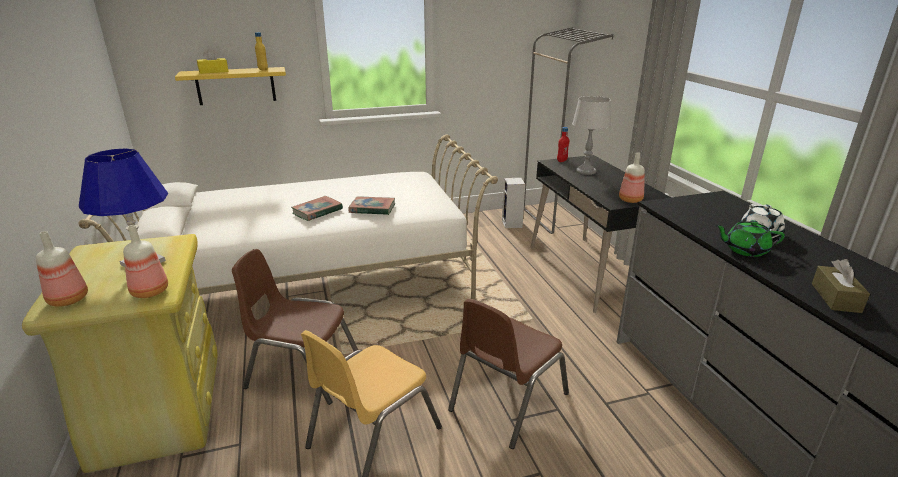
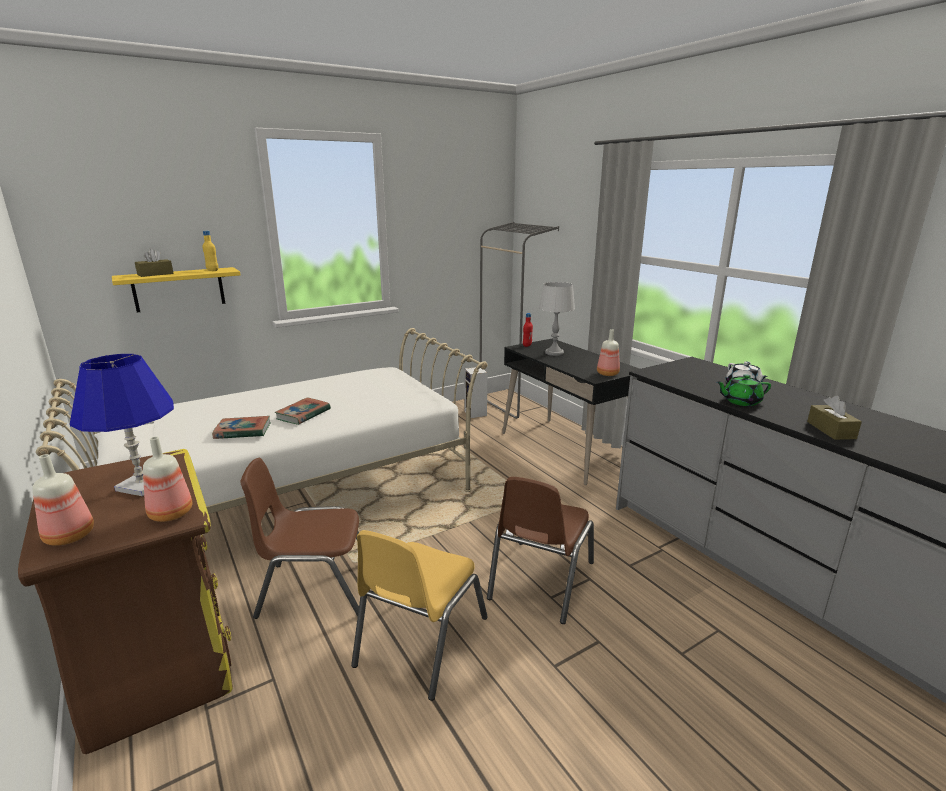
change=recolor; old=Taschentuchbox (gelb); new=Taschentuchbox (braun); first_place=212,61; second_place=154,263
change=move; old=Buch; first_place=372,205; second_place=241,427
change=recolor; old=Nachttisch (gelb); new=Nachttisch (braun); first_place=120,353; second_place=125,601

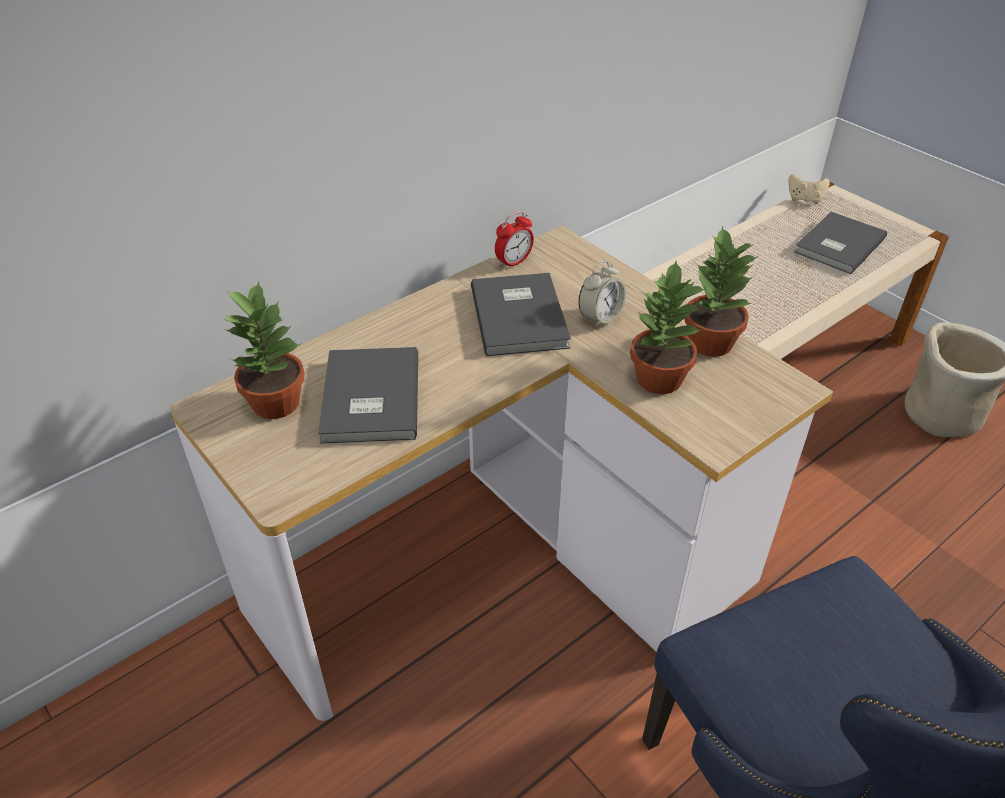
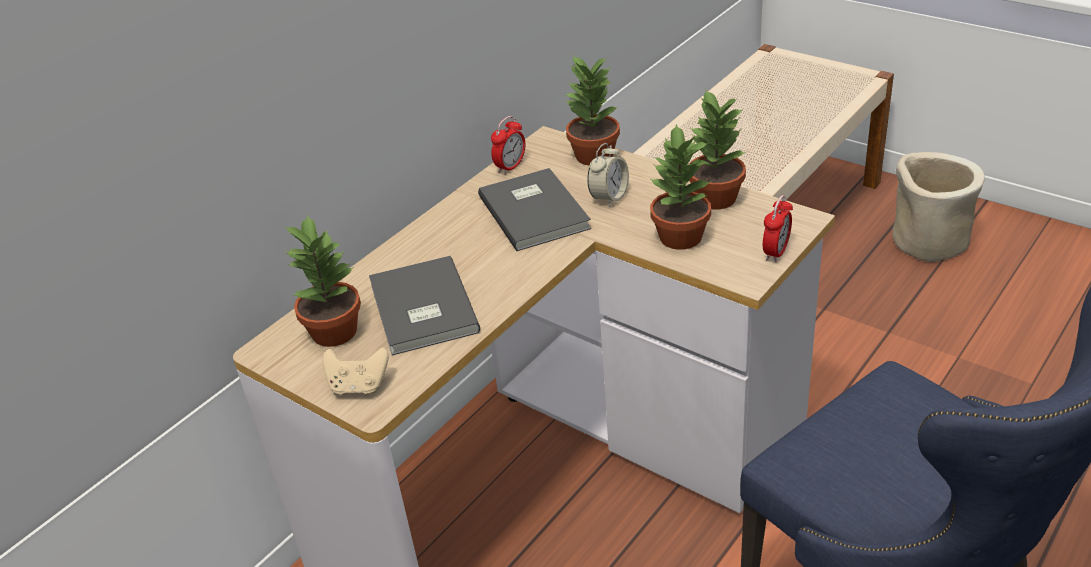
change=move; old=Gamepad (beige); first_place=809,189; second_place=356,371
change=delete; old=Buch (grau); first_place=840,243
change=insert; new=Topfpflanze; second_place=592,110
change=insert; new=Wecker; second_place=778,228

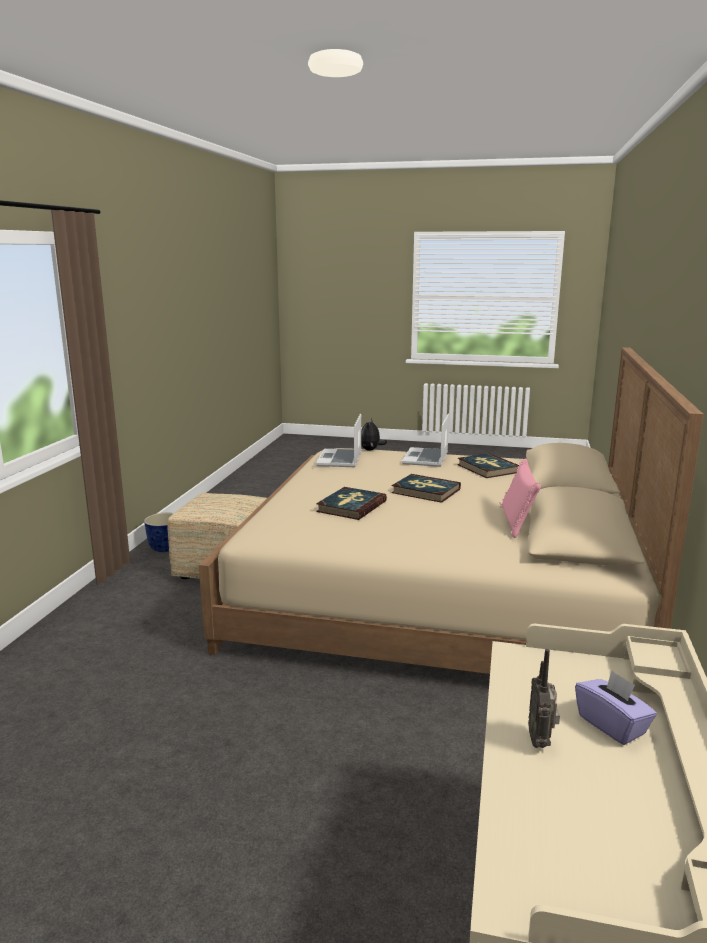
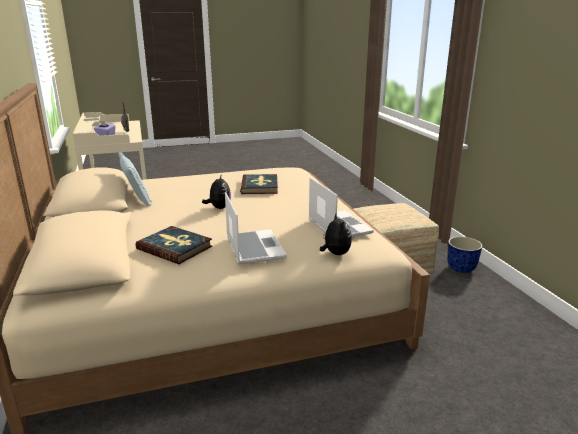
change=recolor; old=Kissen (rosa); new=Kissen (blau); first_place=520,498; second_place=135,179
change=replace; old=Buch; new=Plüschtier; first_place=426,488; second_place=216,192

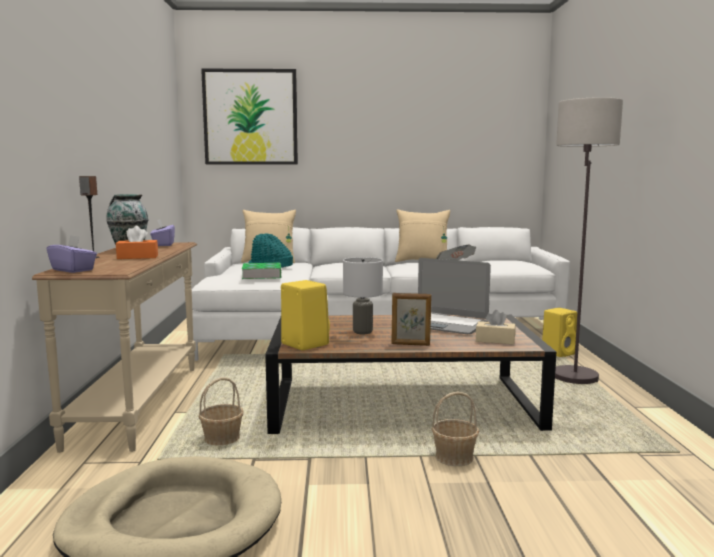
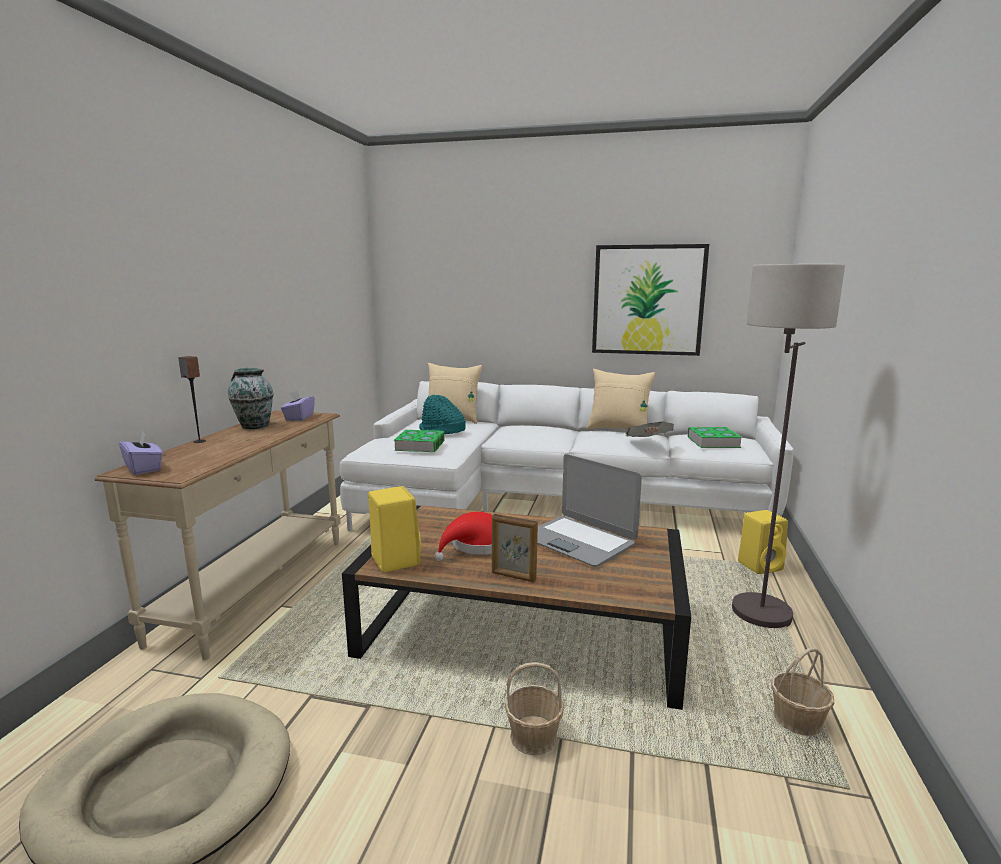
change=move; old=Bild; first_place=249,116; second_place=650,300
change=delete; old=Taschentuchbox (orange); first_place=137,242
change=replace; old=Tischlampe (weiß); new=Hut (rot); first_place=363,295; second_place=463,536
change=delete; old=Taschentuchbox (beige); first_place=496,327
change=move; old=Korb; first_place=221,411; second_place=802,692
change=insert; new=Buch; second_place=715,437

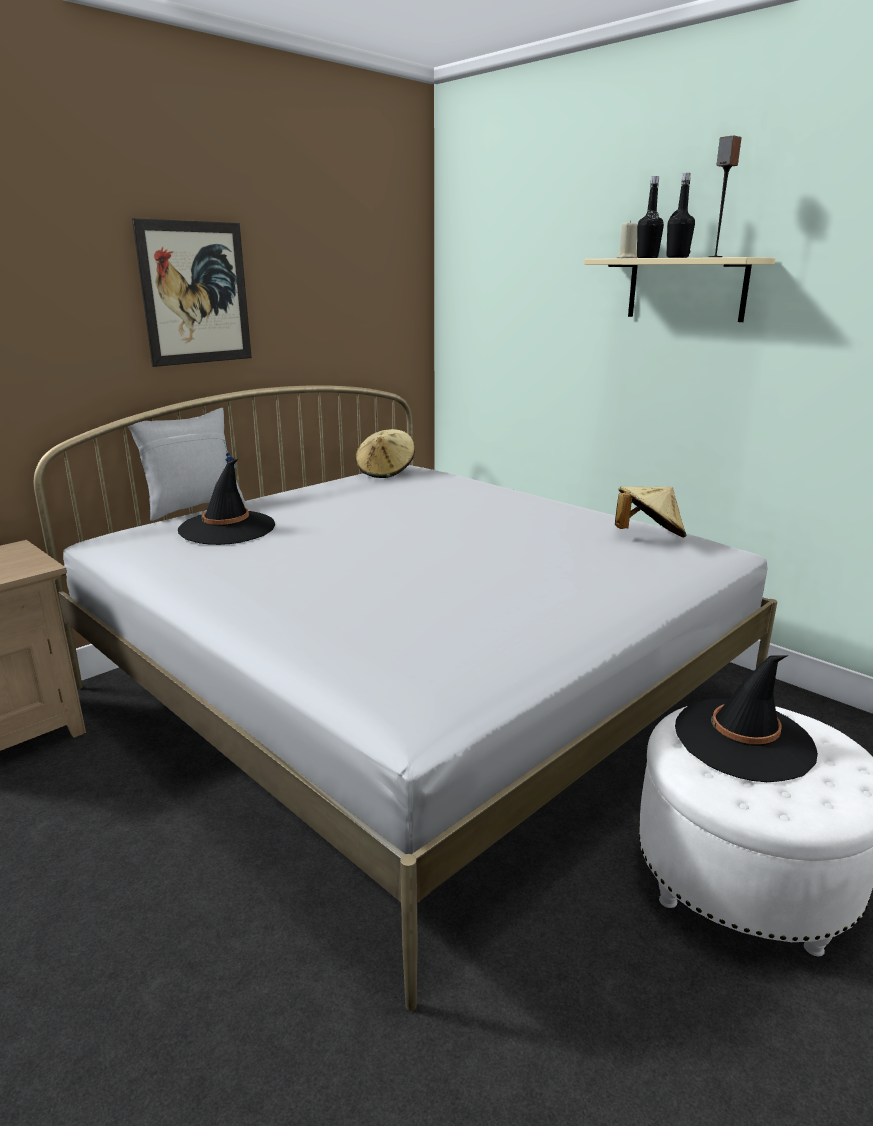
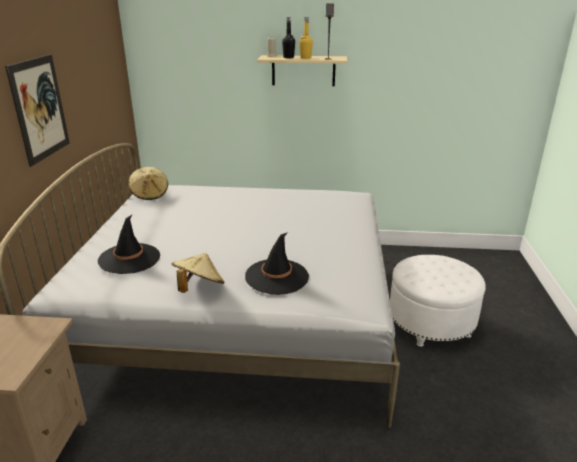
change=recolor; old=Flasche (schwarz); new=Flasche (gelb); first_place=681,215; second_place=306,38
change=delete; old=Kissen (grau); first_place=186,464
change=move; old=Hut (beige); first_place=651,512; second_place=197,273
change=move; old=Hut (schwarz); first_place=746,718; second_place=277,263

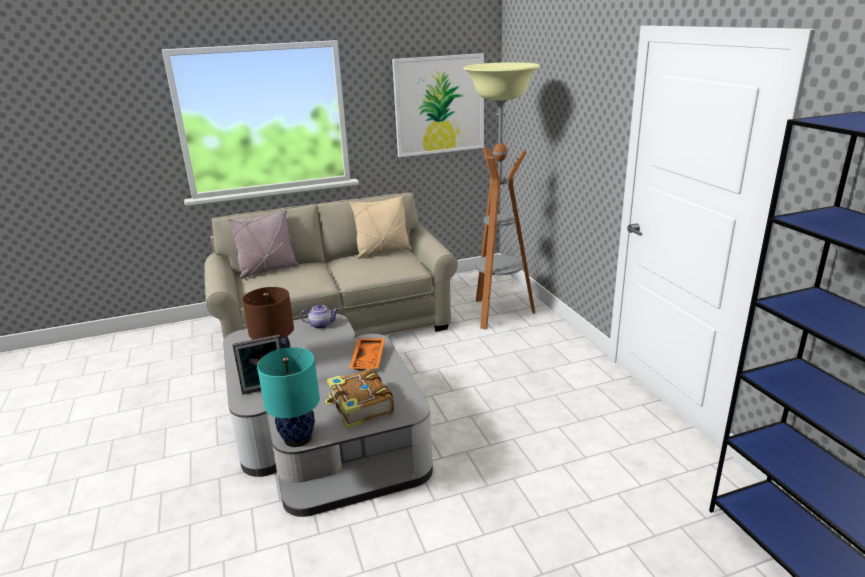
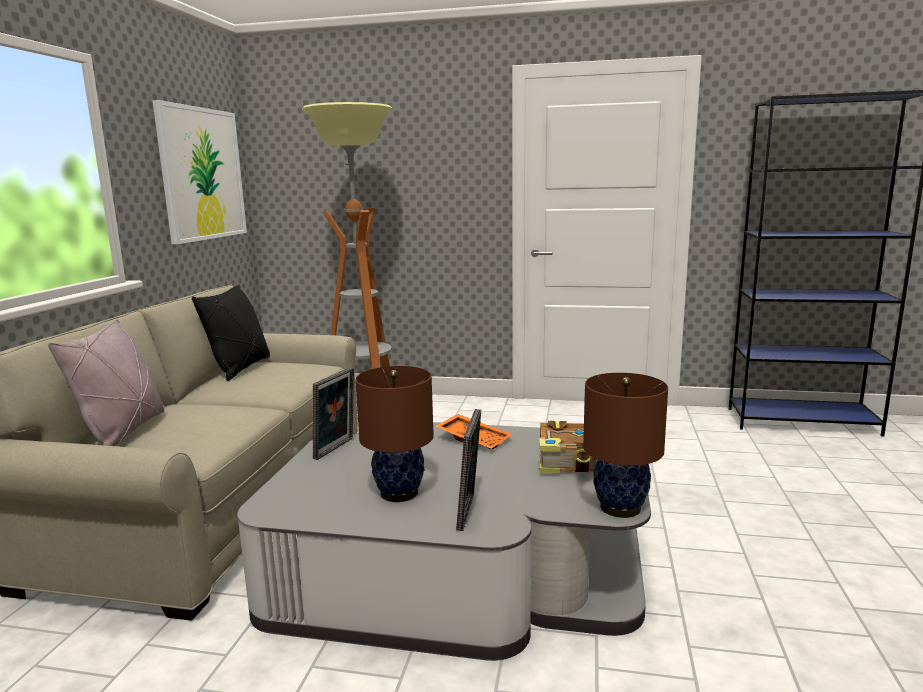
change=recolor; old=Kissen (beige); new=Kissen (schwarz); first_place=381,227; second_place=231,332
change=replace; old=Teekanne; new=Bilderrahmen; first_place=319,316; second_place=333,413
change=recolor; old=Tischlampe (türkis); new=Tischlampe (braun); first_place=288,397; second_place=625,445

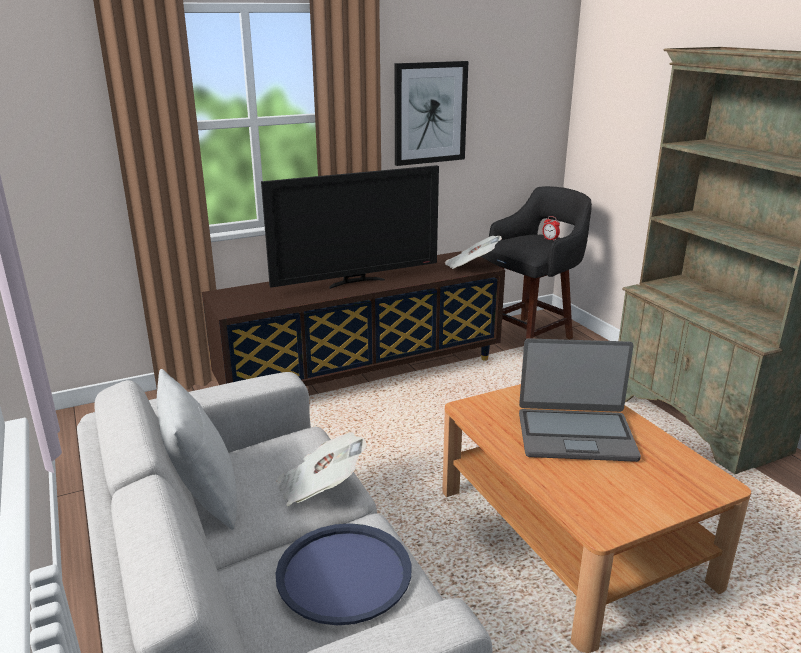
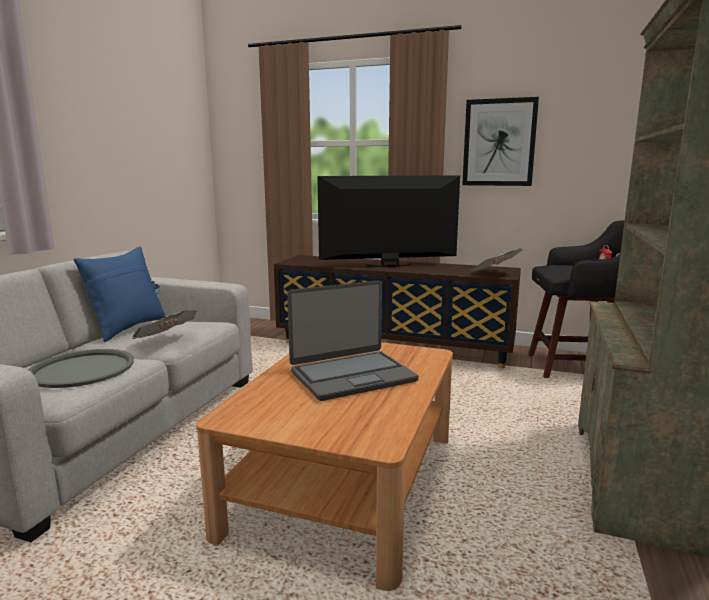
change=rotate; old=Fernseher; first_place=350,227; second_place=388,221; degrees=150
change=rotate; old=Laptop; first_place=580,400; second_place=353,340; degrees=-75
change=recolor; old=Kissen (grau); new=Kissen (blau); first_place=197,449; second_place=119,294
change=recolor; old=Tablett (blau); new=Tablett (grau); first_place=343,574; second_place=81,368

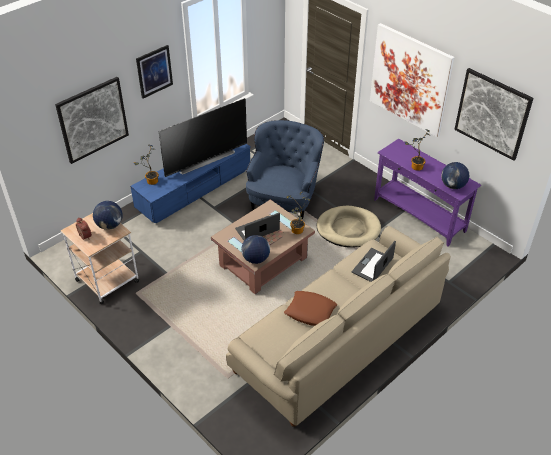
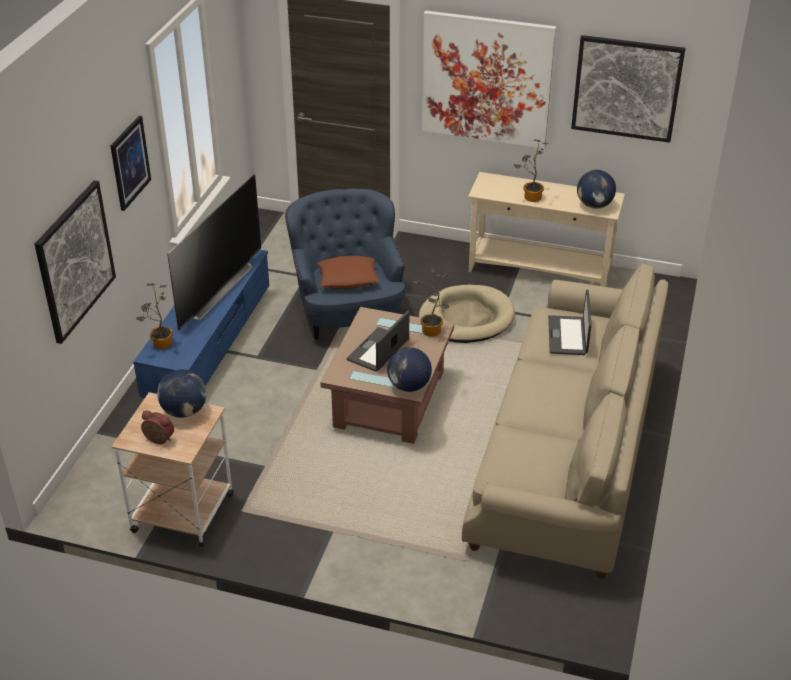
change=recolor; old=Konsolentisch (lila); new=Konsolentisch (beige); first_place=427,192; second_place=546,229
change=move; old=Kissen (braun); first_place=310,308; second_place=348,272

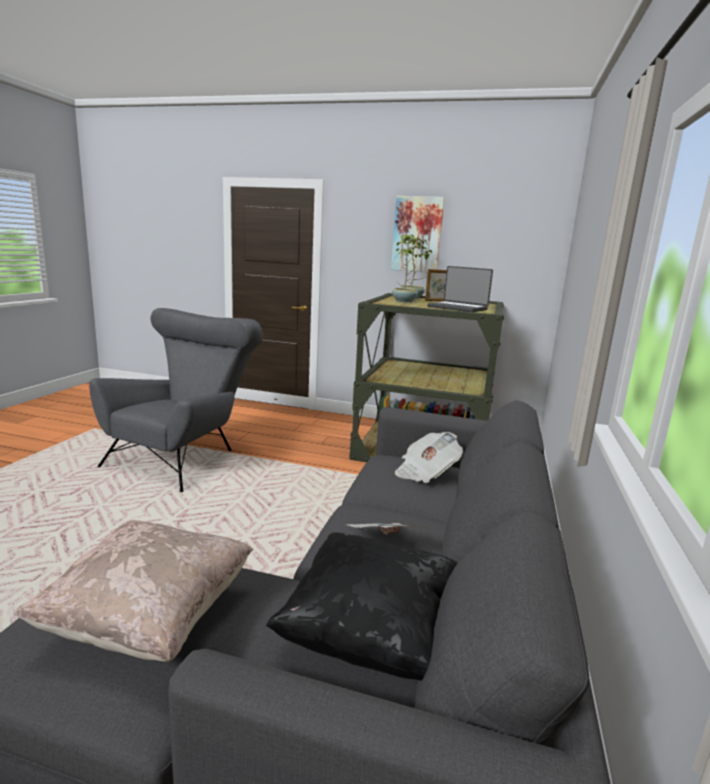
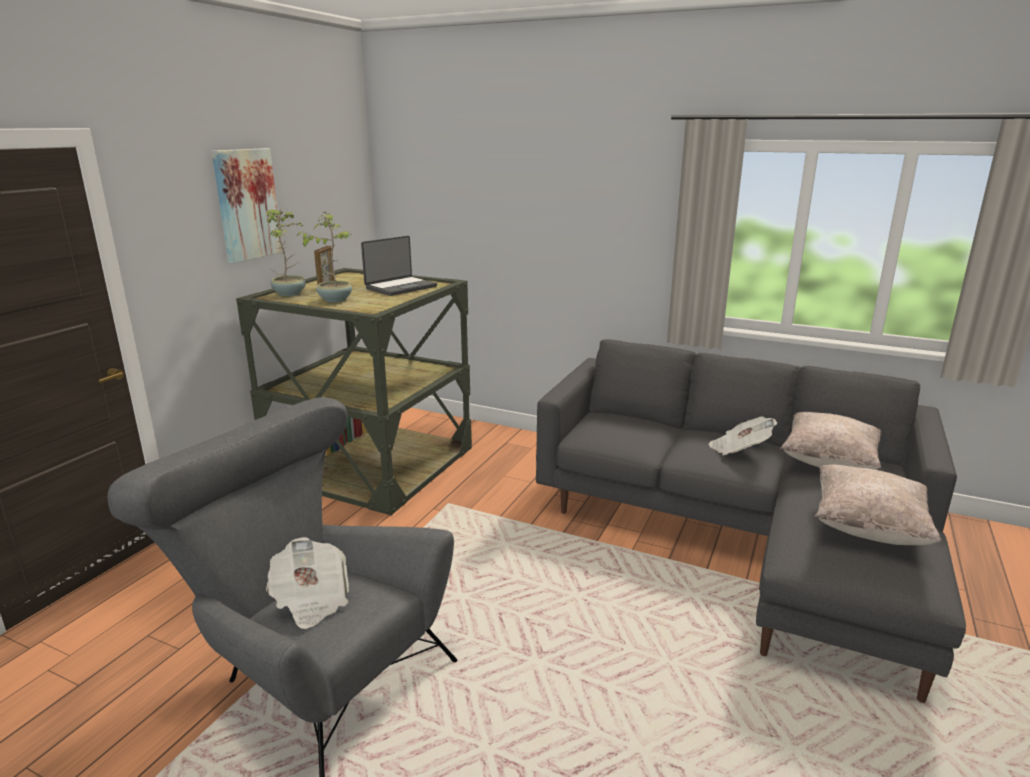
change=move; old=Zeitung; first_place=429,457; second_place=307,583
change=recolor; old=Kissen (schwarz); new=Kissen (beige); first_place=362,606; second_place=831,441

